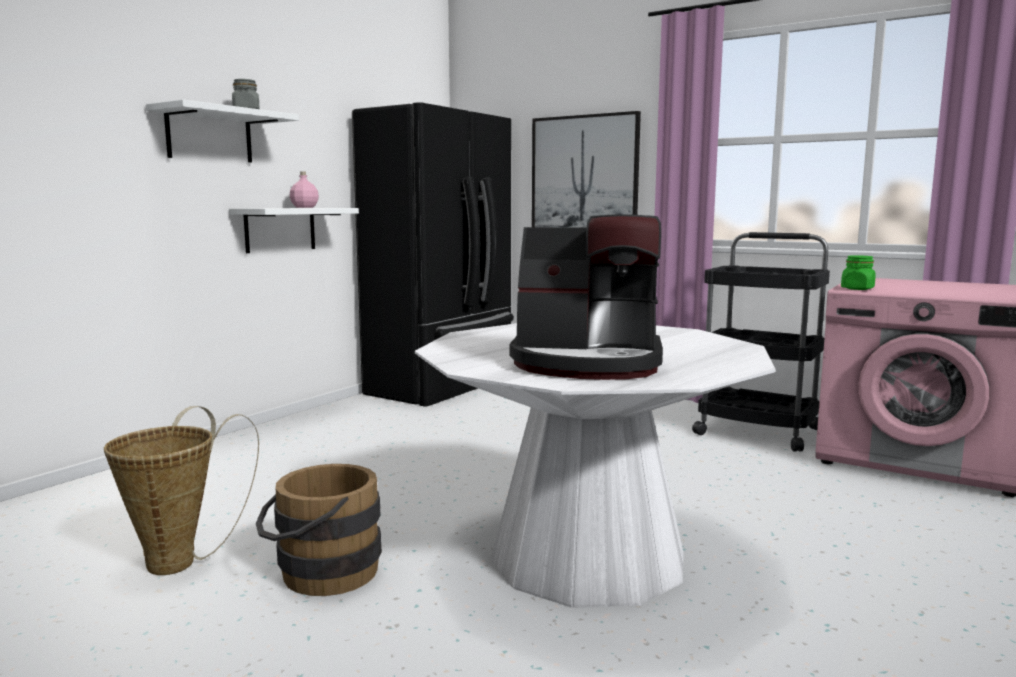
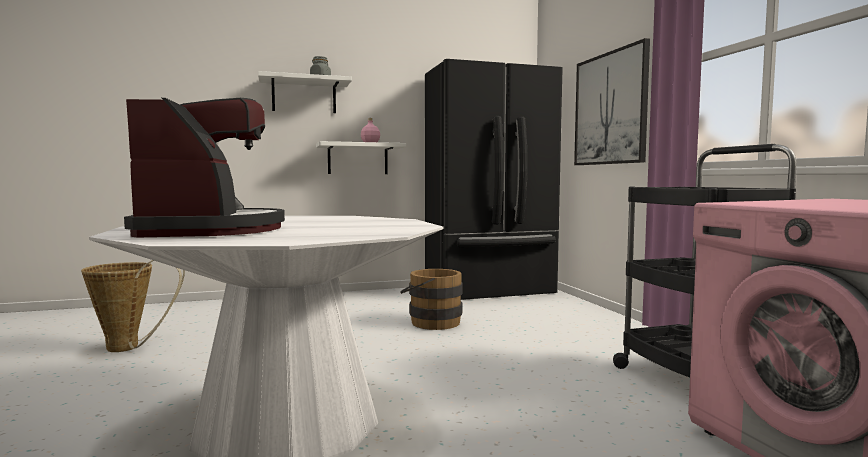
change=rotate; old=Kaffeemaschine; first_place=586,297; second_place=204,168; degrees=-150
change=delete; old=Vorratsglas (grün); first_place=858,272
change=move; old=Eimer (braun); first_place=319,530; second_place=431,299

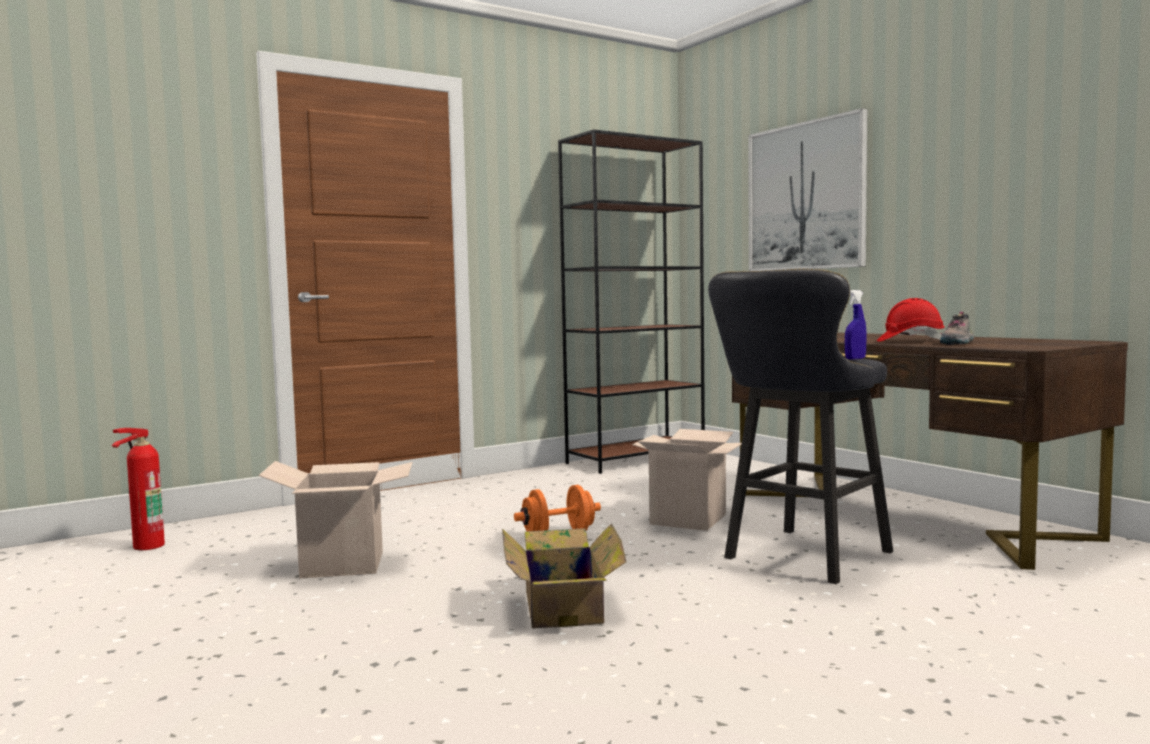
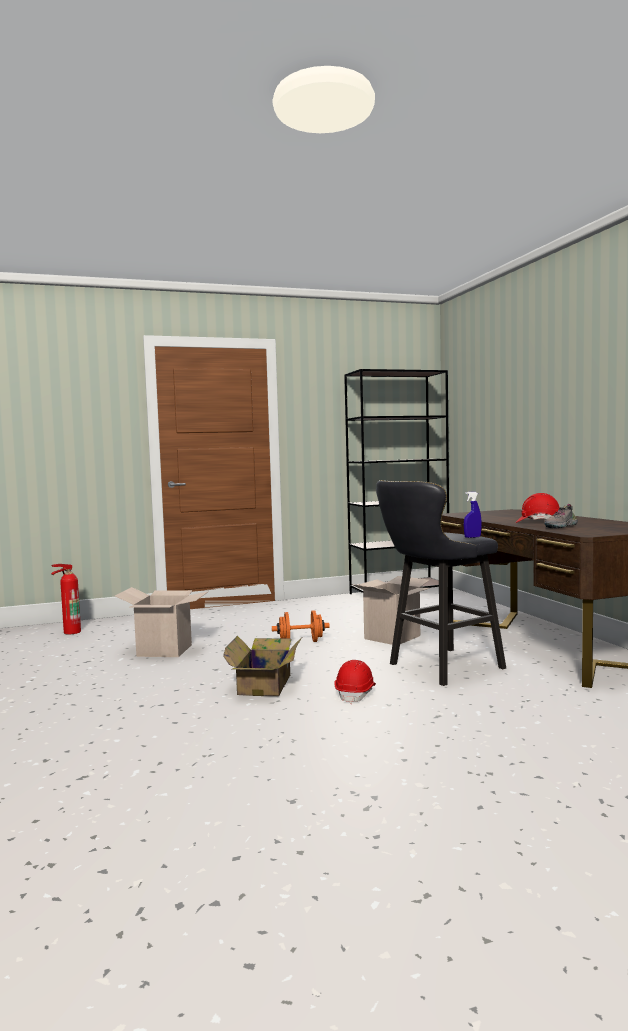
change=delete; old=Bild; first_place=807,189
change=insert; new=Schutzhelm (rot); second_place=355,682

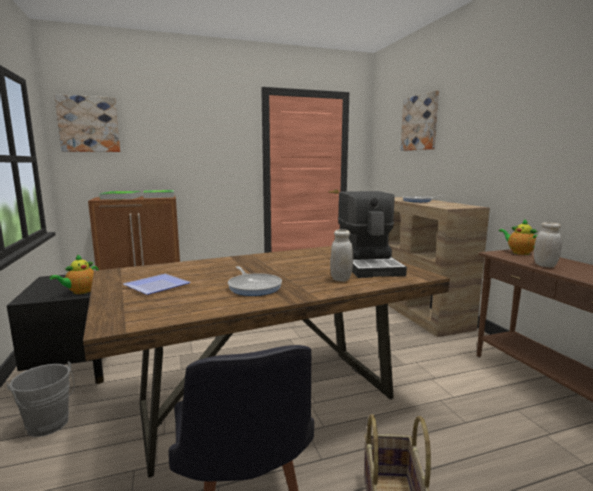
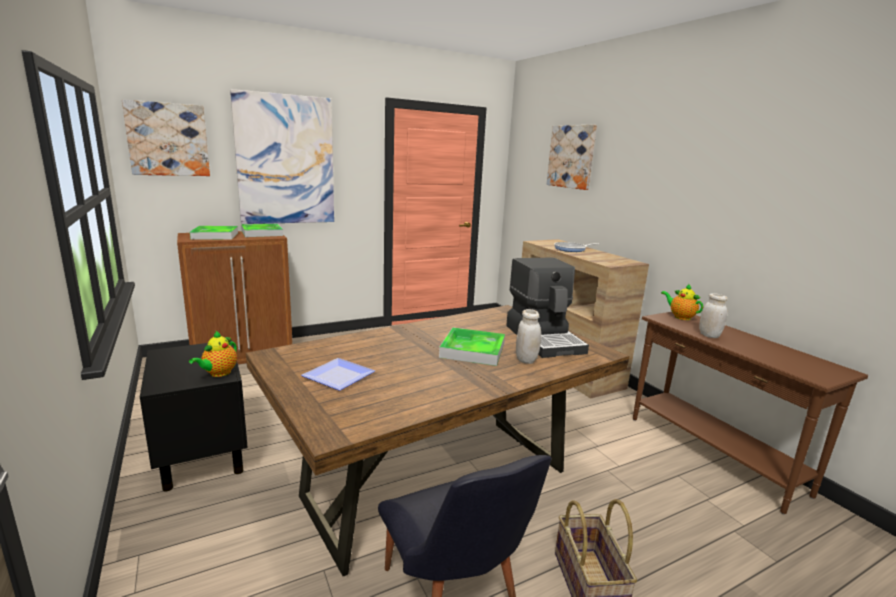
change=delete; old=Pfanne; first_place=255,281
change=delete; old=Eimer (grau); first_place=40,399
change=insert; new=Bild; second_place=282,156
change=insert; new=Tablett; second_place=472,346

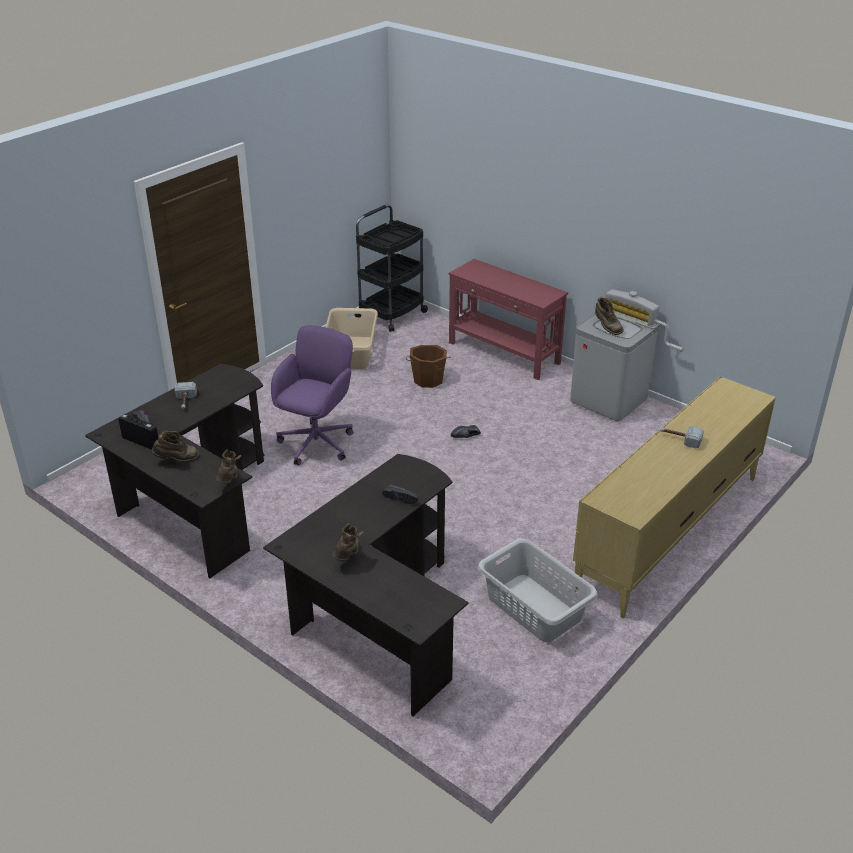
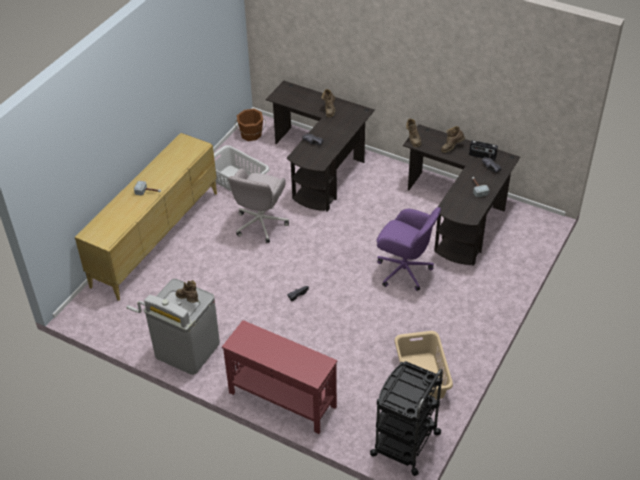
change=rotate; old=Bürostuhl (lila); first_place=312,395; second_place=408,249; degrees=-75
change=move; old=Eimer (braun); first_place=428,366; second_place=250,125
change=insert; new=Bürostuhl (grau); second_place=258,205

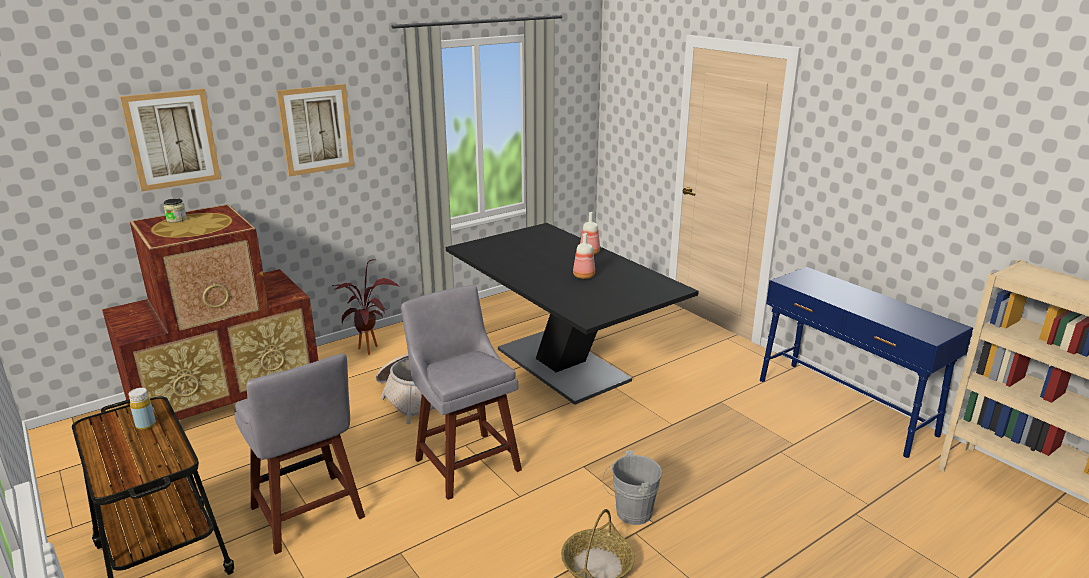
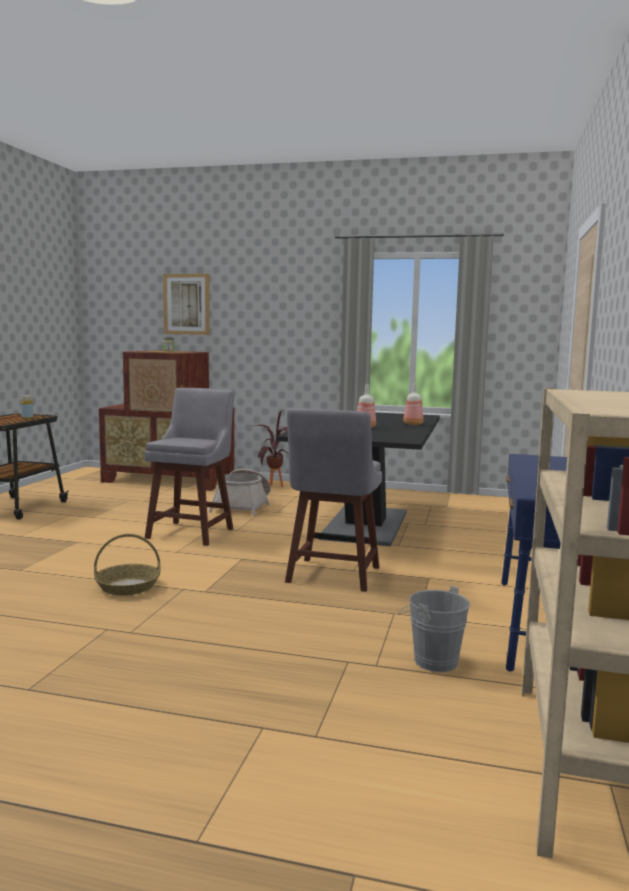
change=delete; old=Bild; first_place=315,130
change=move; old=Stuhl (grau); first_place=299,454; second_place=333,500
change=move; old=Eimer (grau); first_place=632,487; second_place=434,629

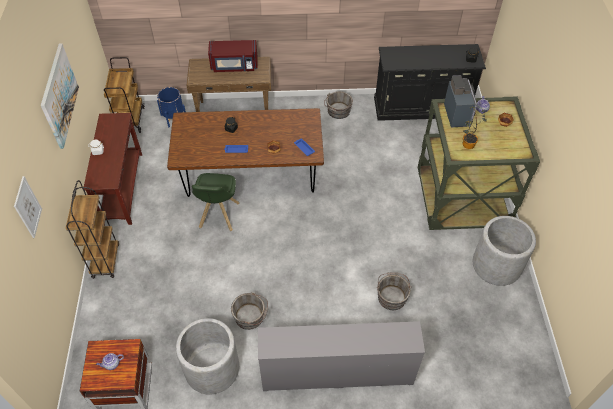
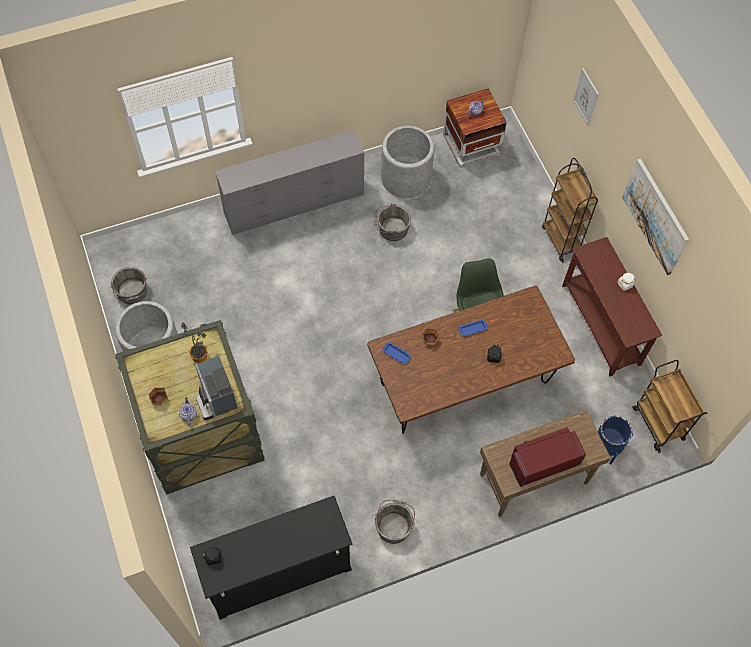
change=move; old=Eimer (grau); first_place=394,291; second_place=128,285

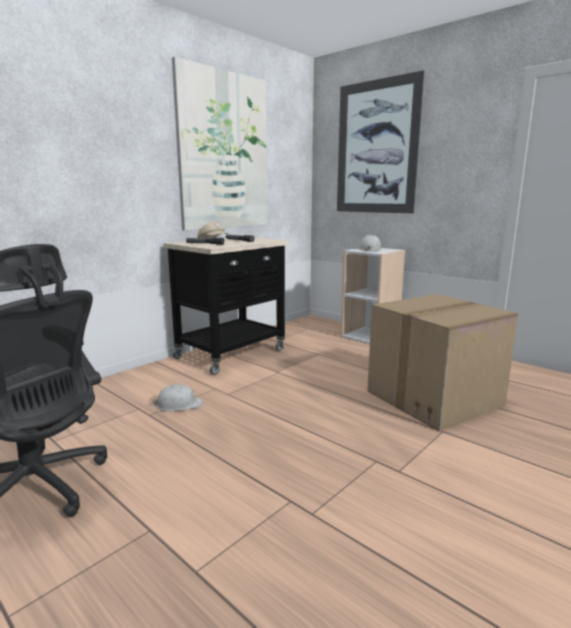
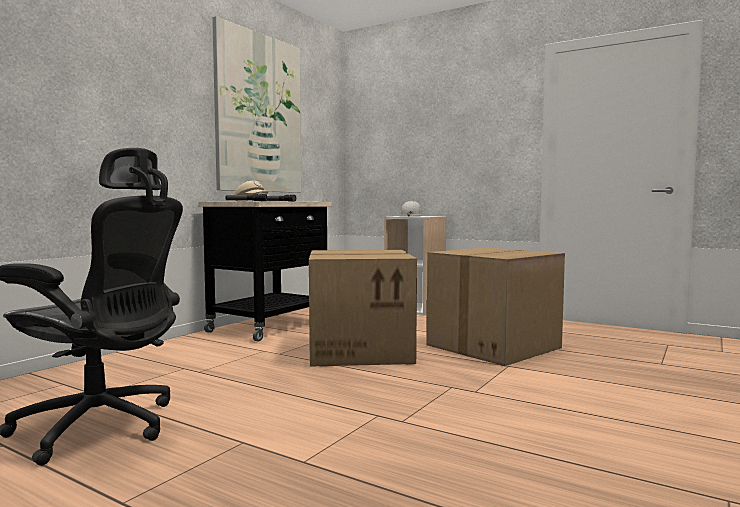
change=delete; old=Bild; first_place=380,141
change=delete; old=Schutzhelm (weiß); first_place=178,397
change=insert; new=Karton; second_place=363,308

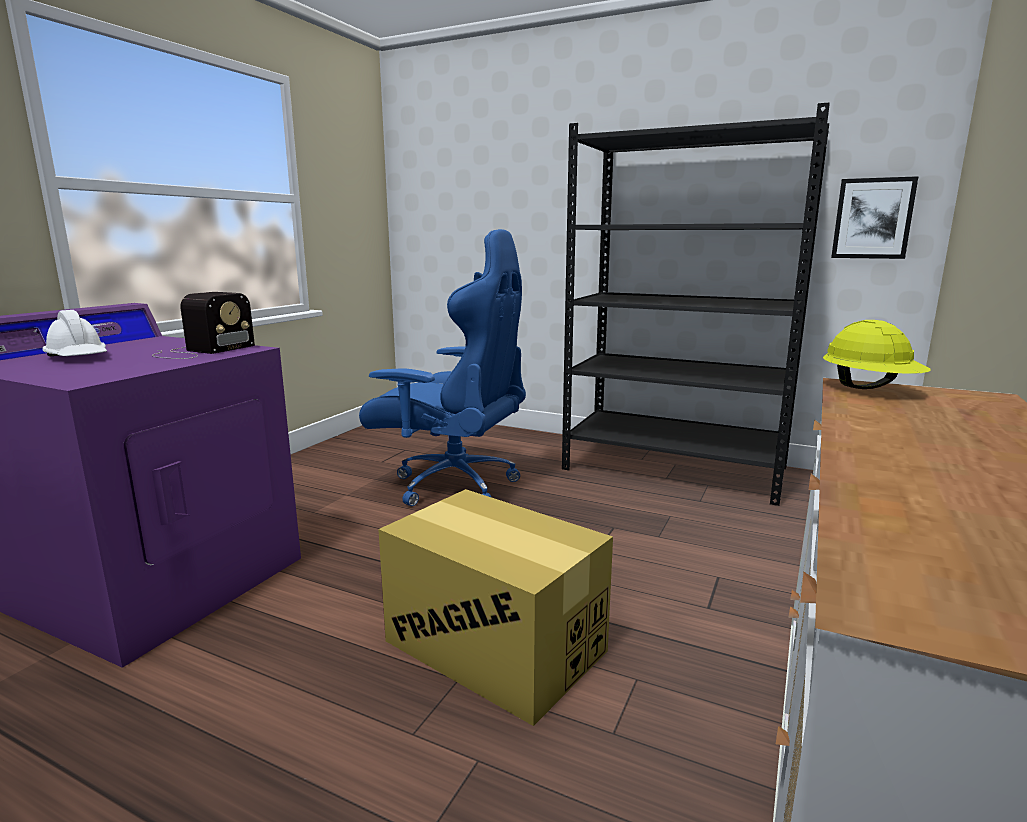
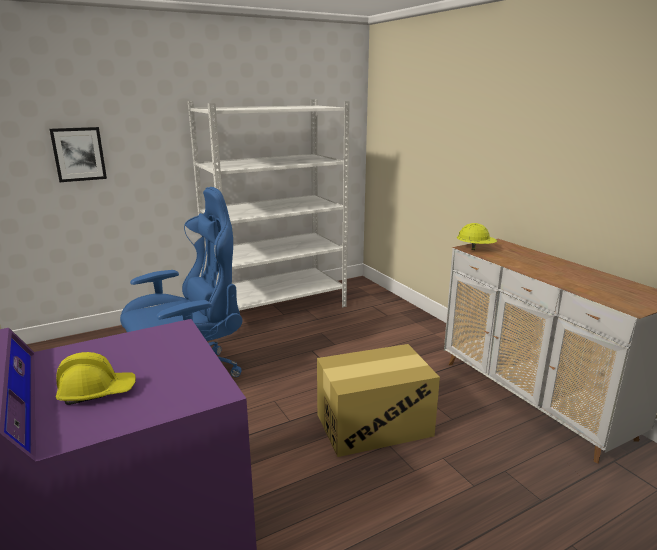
change=recolor; old=Bücherregal (schwarz); new=Bücherregal (weiß); first_place=696,304; second_place=269,205
change=move; old=Bild; first_place=875,217; second_place=78,154
change=delete; old=Radio; first_place=203,325
change=recolor; old=Schutzhelm (weiß); new=Schutzhelm (gelb); first_place=74,333; second_place=96,378

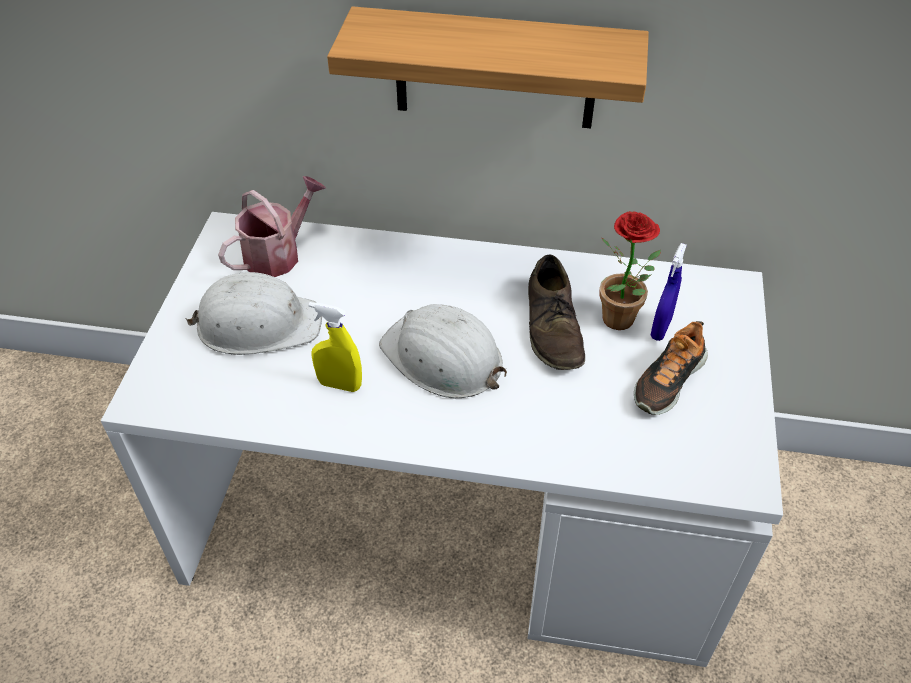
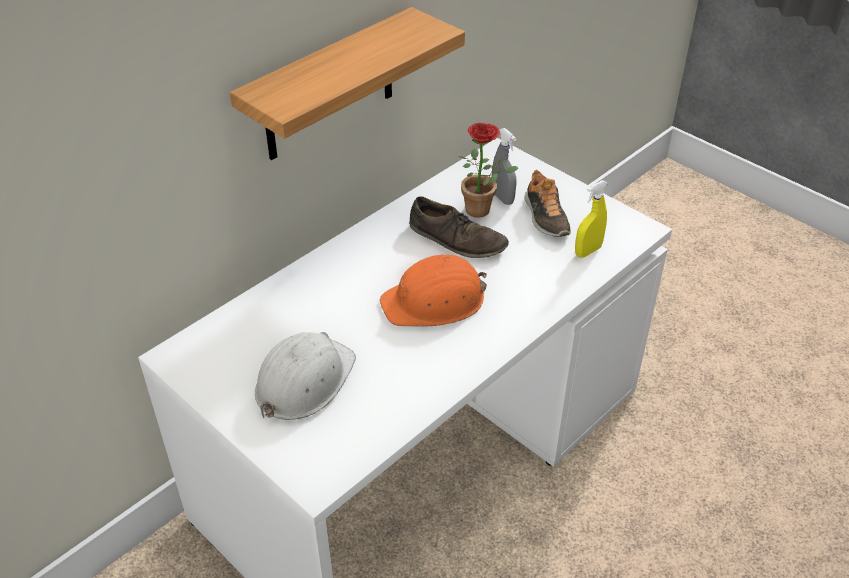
change=delete; old=Gießkanne; first_place=272,226
change=recolor; old=Sprühflasche (blau); new=Sprühflasche (grau); first_place=668,292; second_place=504,166
change=move; old=Sprühflasche (gelb); first_place=335,347; second_place=591,219
change=recolor; old=Schutzhelm (weiß); new=Schutzhelm (orange); first_place=443,351; second_place=433,291

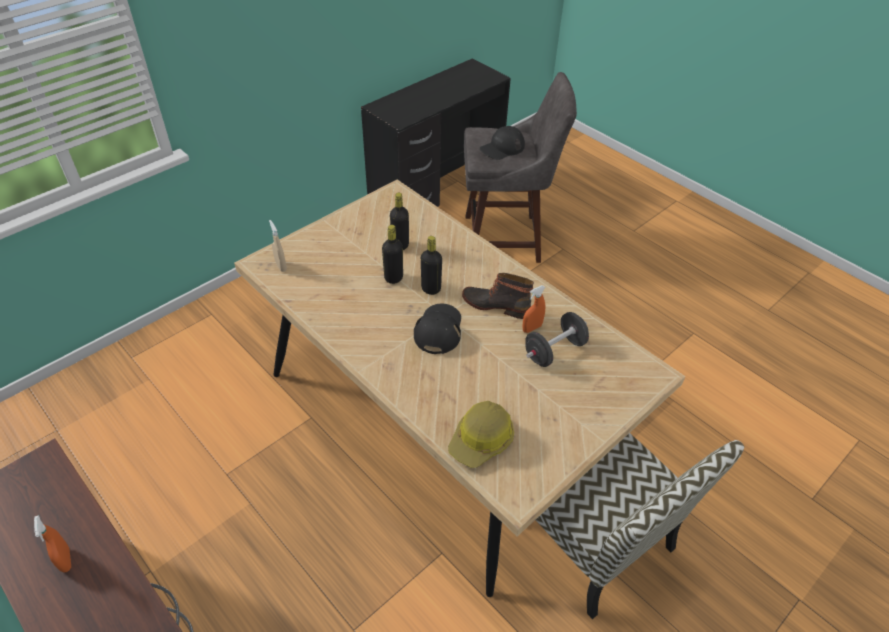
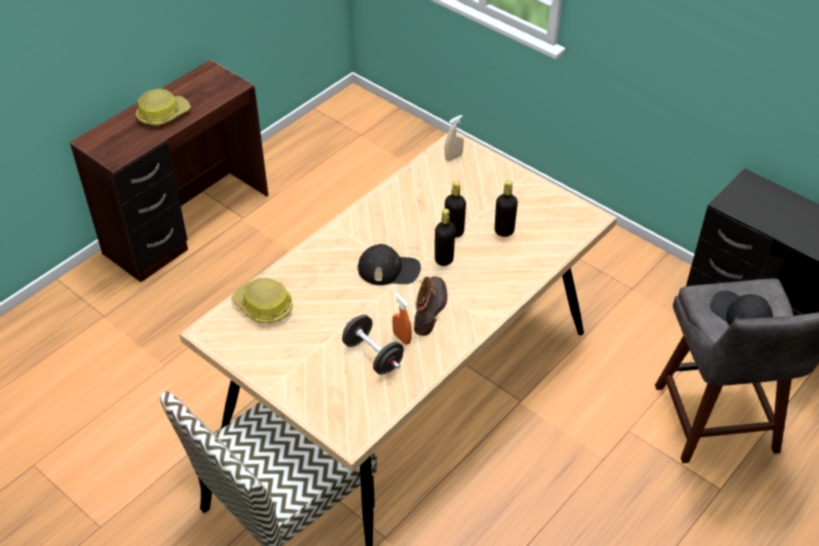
change=replace; old=Sprühflasche (orange); new=Schutzhelm; first_place=52,544; second_place=163,107

